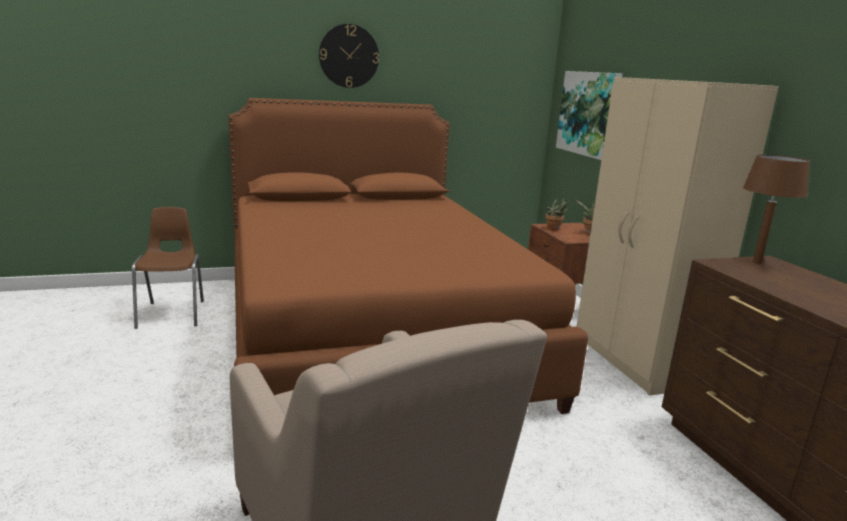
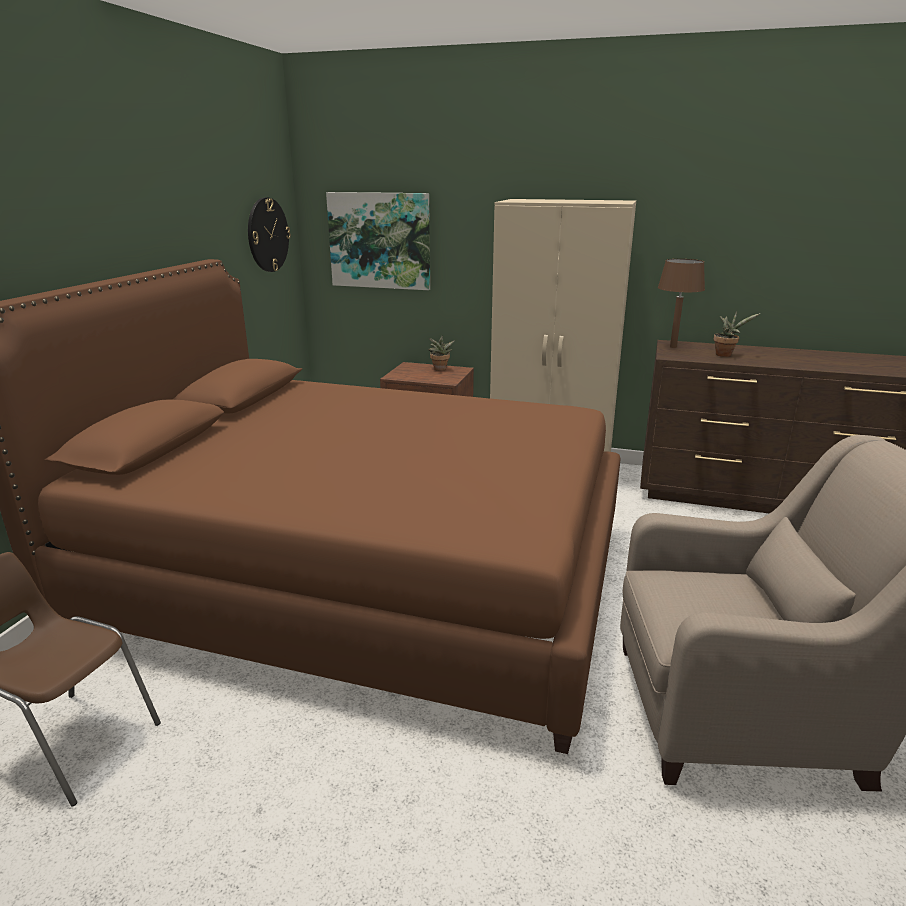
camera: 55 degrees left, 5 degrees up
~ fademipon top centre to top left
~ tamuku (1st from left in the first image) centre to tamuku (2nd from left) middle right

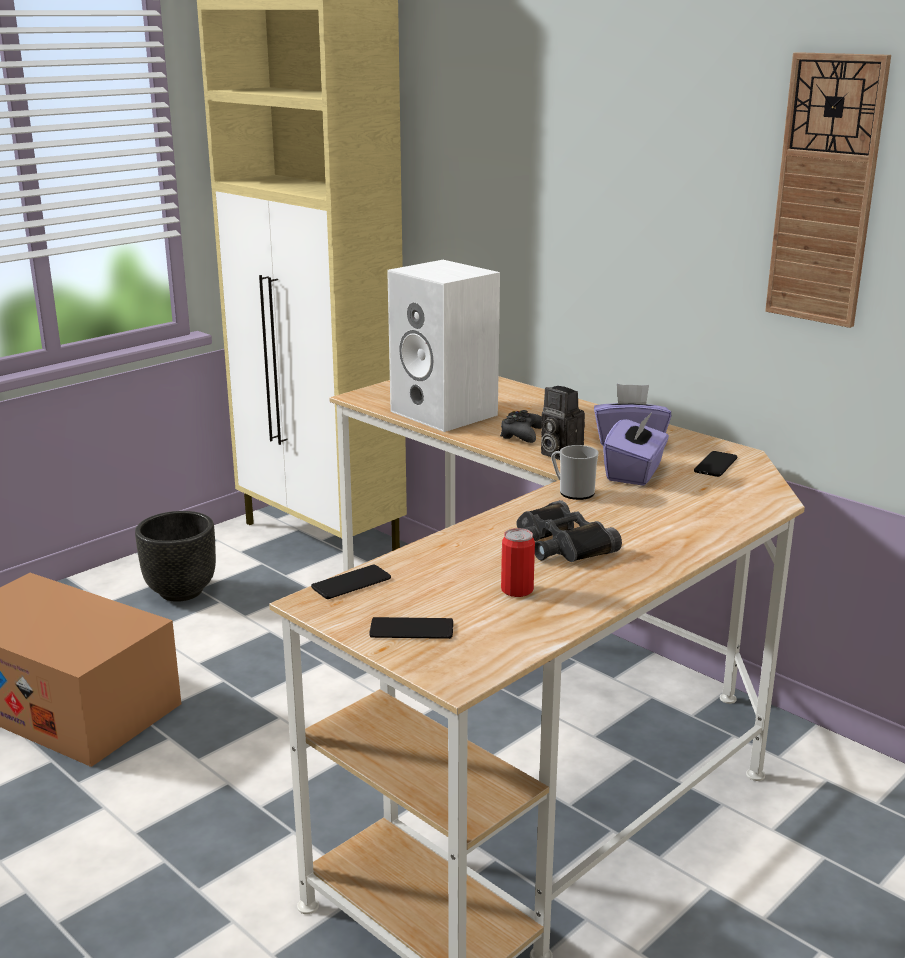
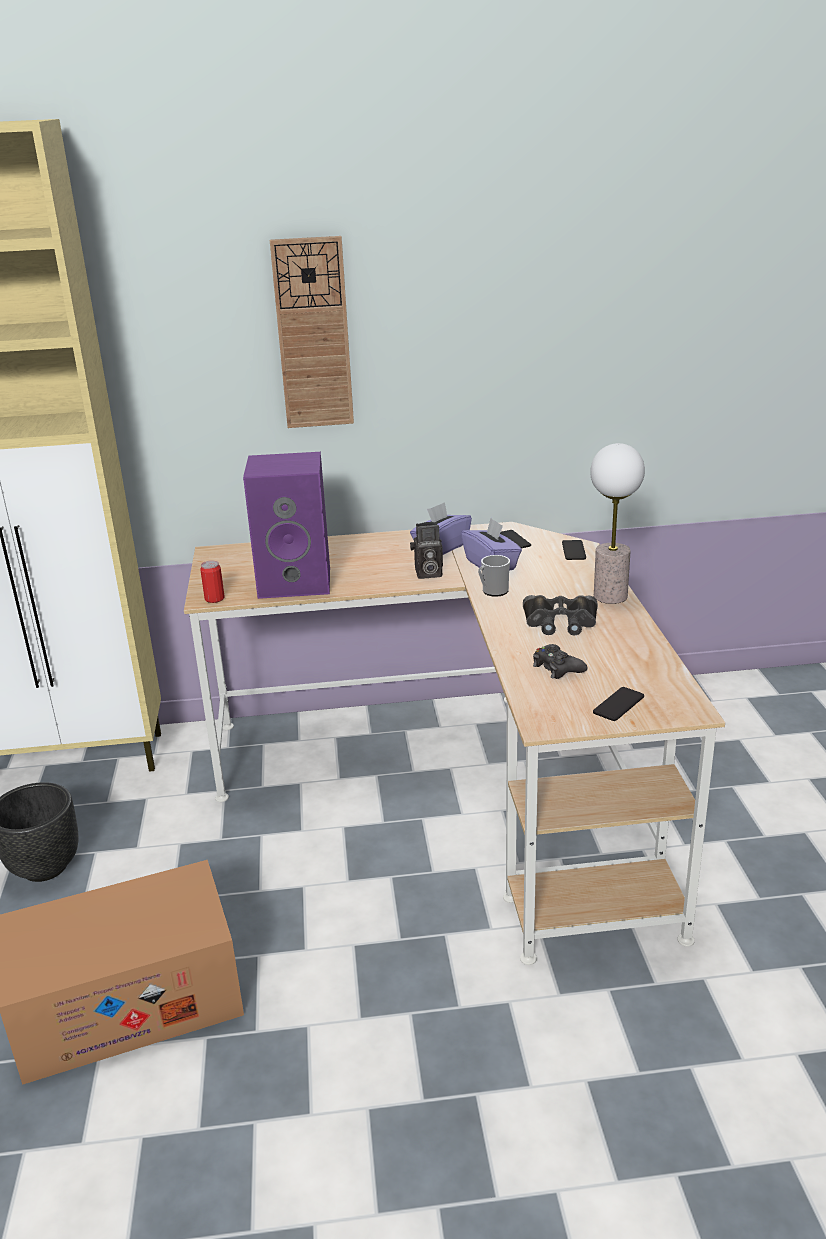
camera: 50 degrees left, 5 degrees up
~ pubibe (1st from left in the first image) centre to pubibe (2nd from left) middle right
~ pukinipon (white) centre to pukinipon (purple) centre
~ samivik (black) centre to middle right
~ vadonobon centre to middle left
~ fademipon top right to top centre
+ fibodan middle right

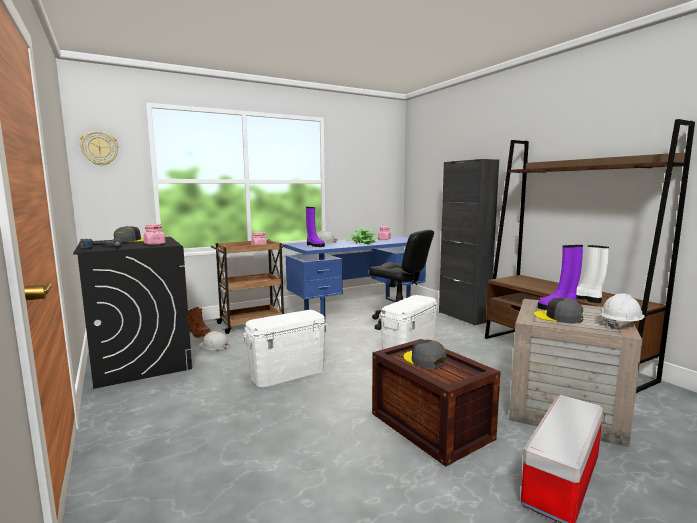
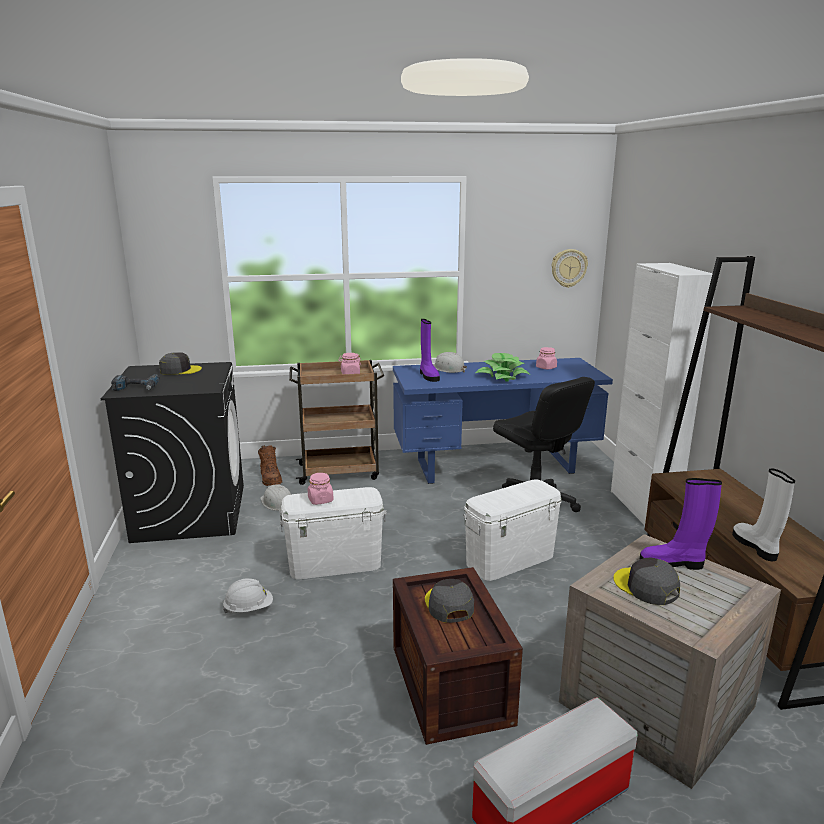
camera: 20 degrees right, 10 degrees up
~ fademipon top left to top right
~ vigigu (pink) (1st from left) middle left to centre
~ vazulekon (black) middle right to vazulekon (white) middle right
~ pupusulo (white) (3rd from left in the first image) middle right to pupusulo (white) (1st from left) bottom left

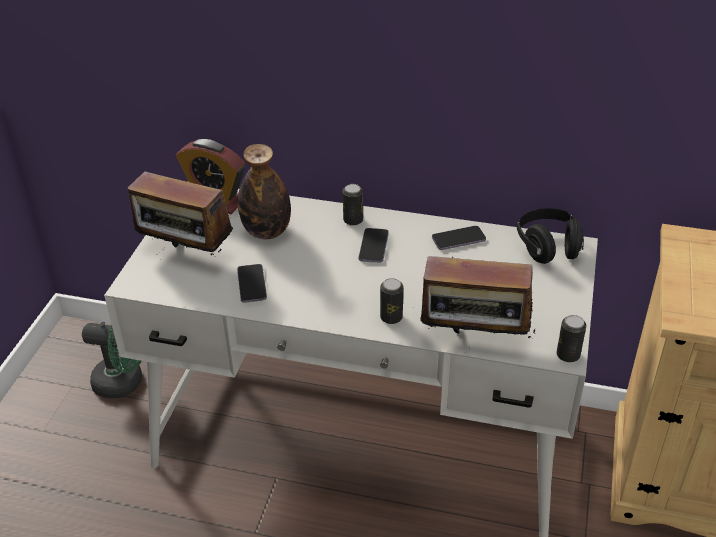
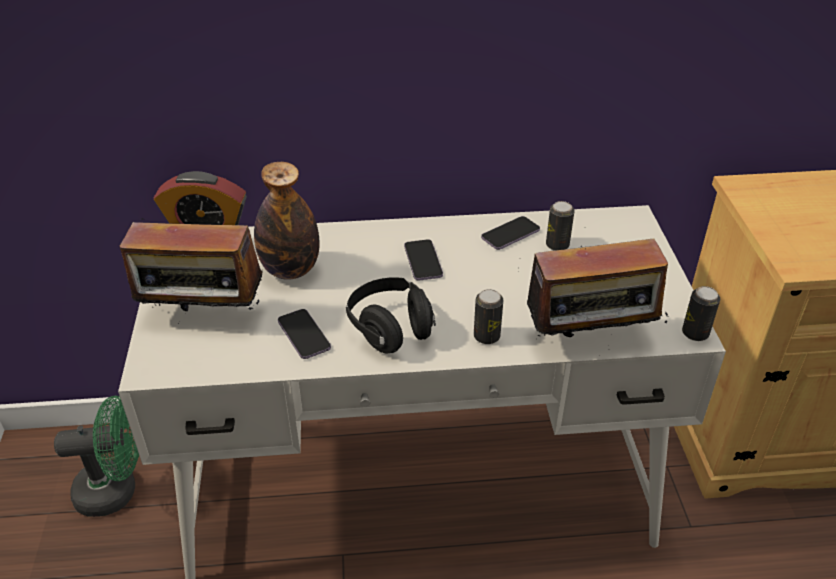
camera: 20 degrees left, 0 degrees up
~ vadonobon (1st from left in the first image) centre to vadonobon (2nd from left) middle right
~ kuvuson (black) middle right to centre

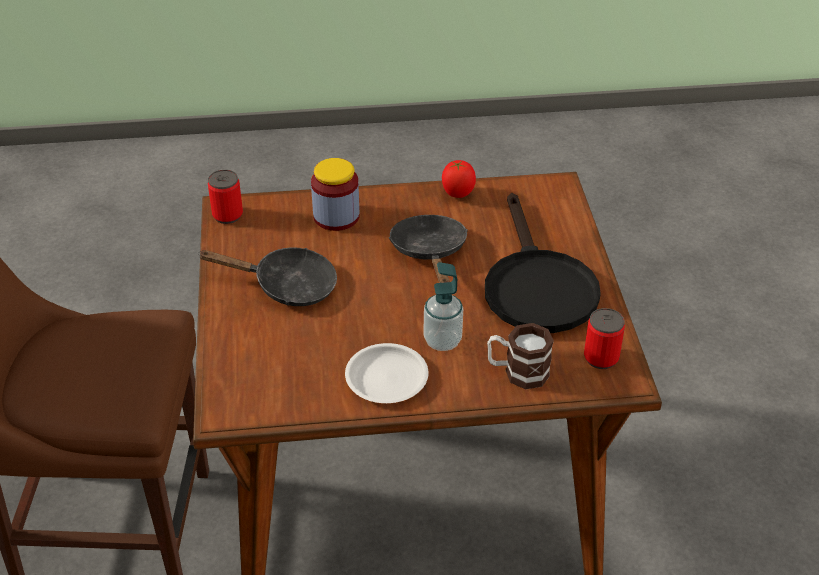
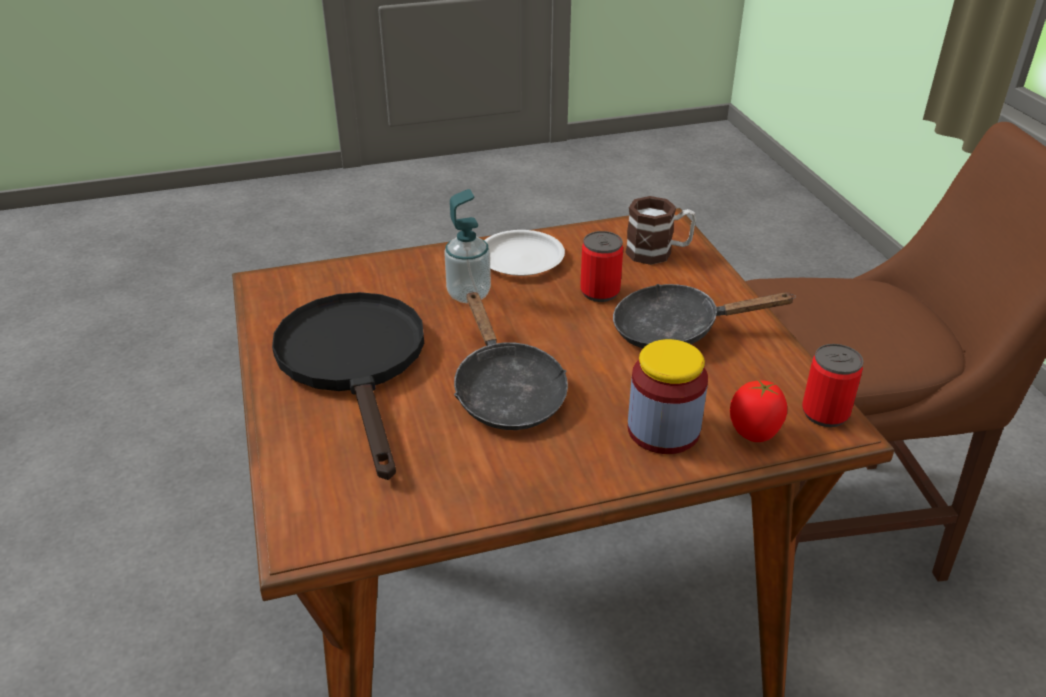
camera: 170 degrees right, 5 degrees down
~ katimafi top centre to middle right
~ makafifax centre to top centre
~ vadonobon (2nd from left in the first image) middle right to vadonobon (1st from left) centre

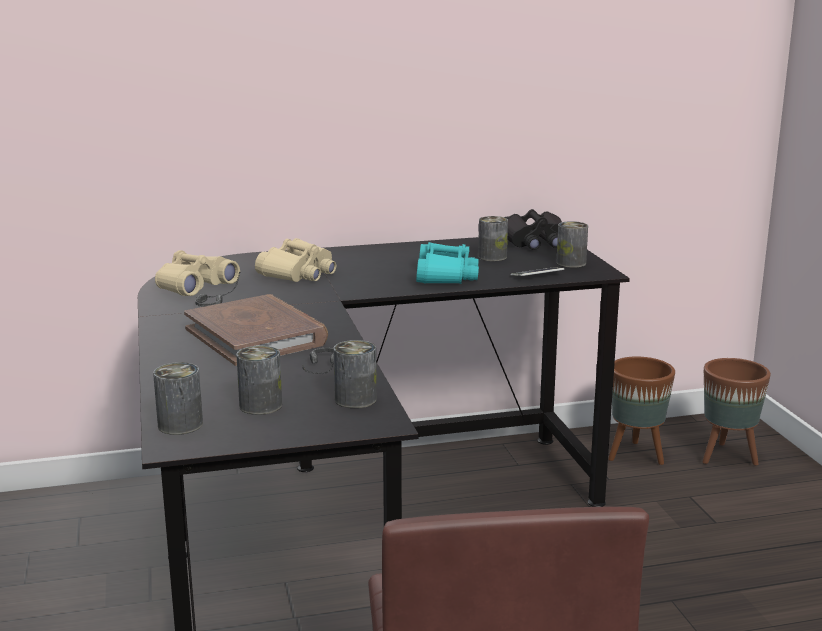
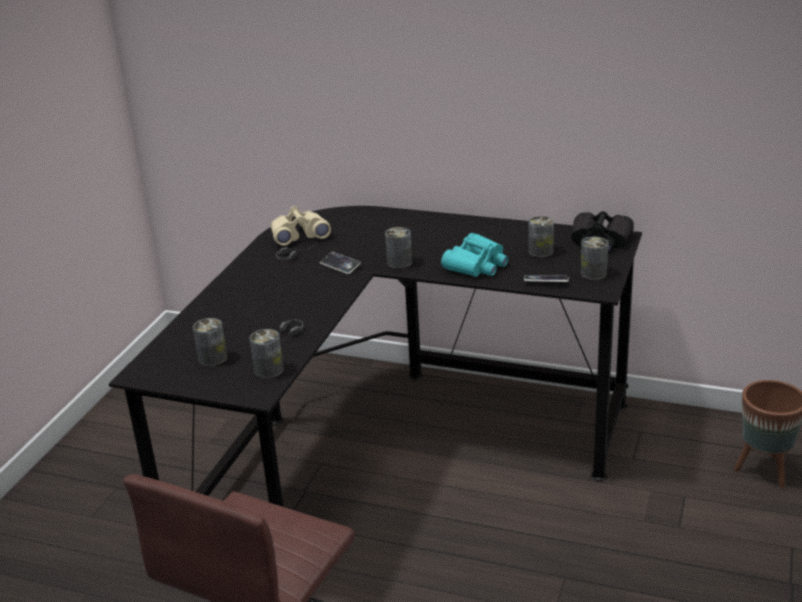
camera: 35 degrees right, 10 degrees up
~ vadonobon (1st from left in the first image) middle left to vadonobon (3rd from left) centre
- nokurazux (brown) middle left
- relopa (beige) (2nd from left) centre
- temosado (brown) (1st from left) middle right
+ pubibe (1st from left) centre

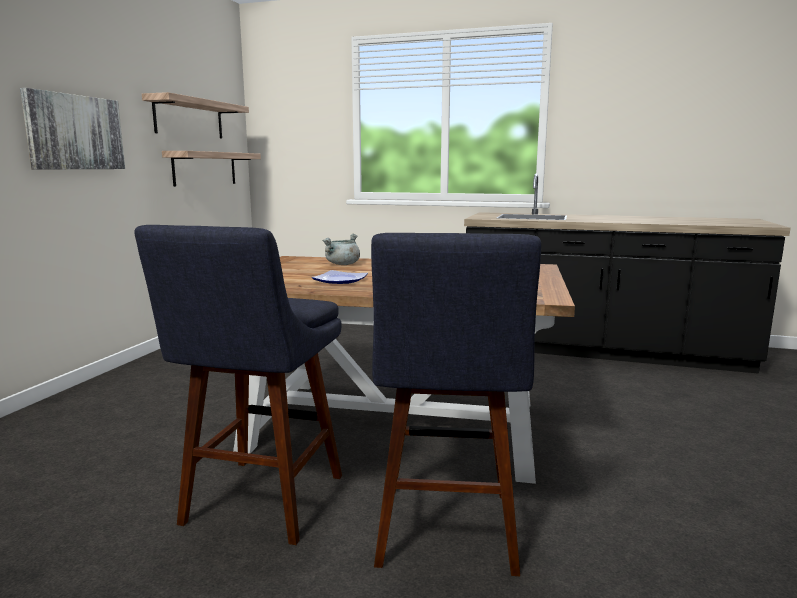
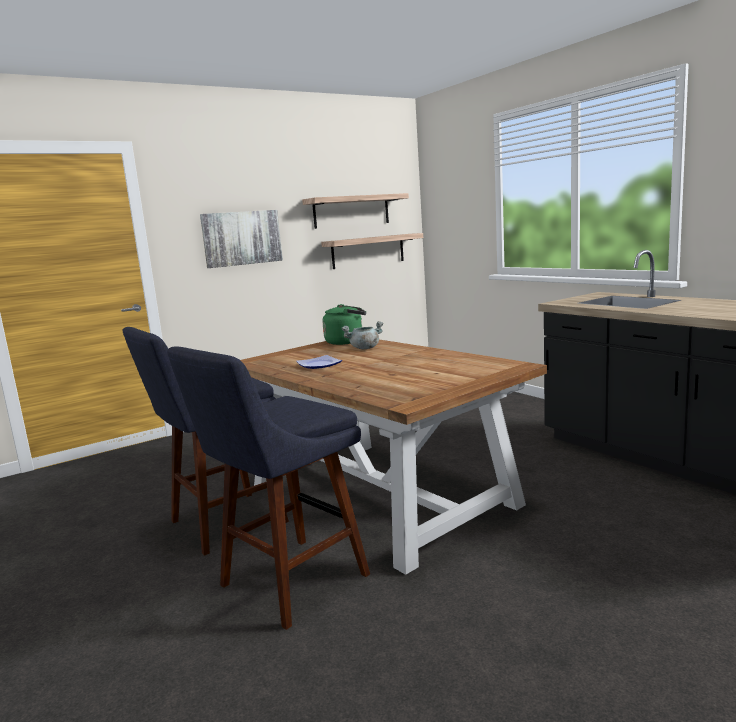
camera: 40 degrees right, 0 degrees up
+ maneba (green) centre

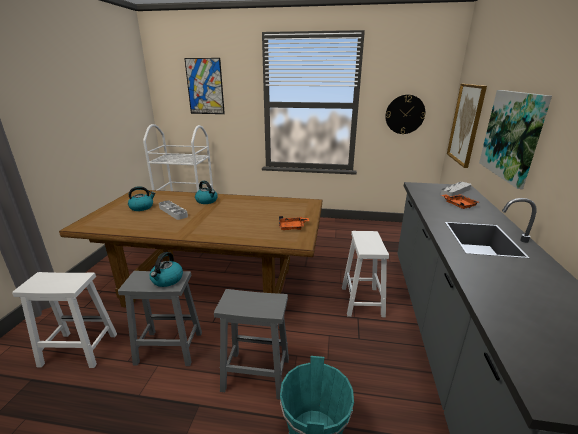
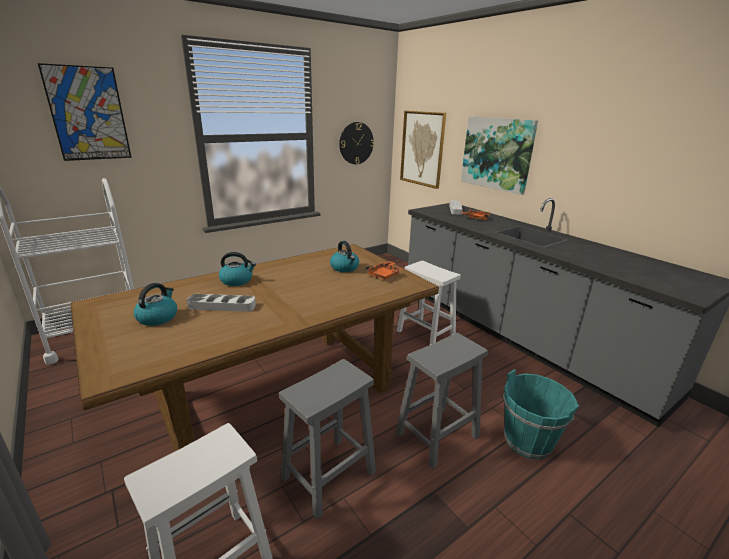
camera: 45 degrees left, 0 degrees up
~ maneba (2nd from left in the first image) middle left to maneba (3rd from left) centre

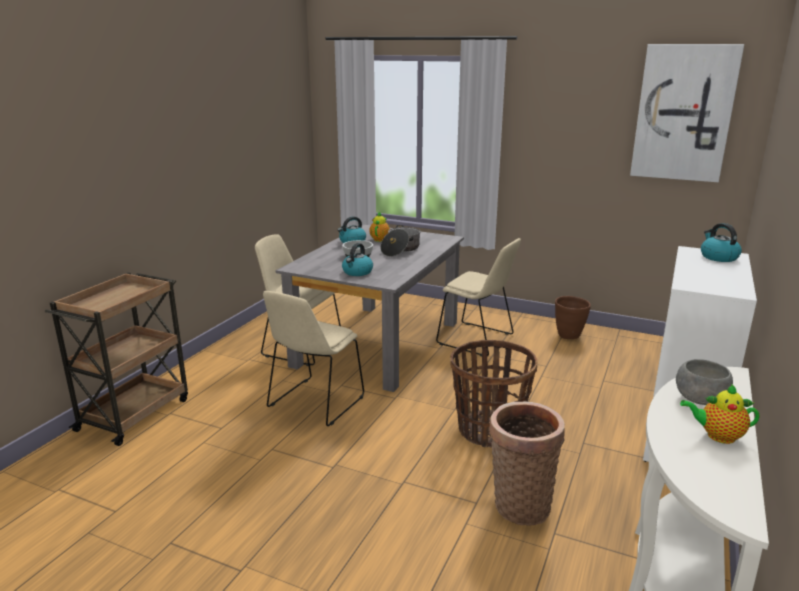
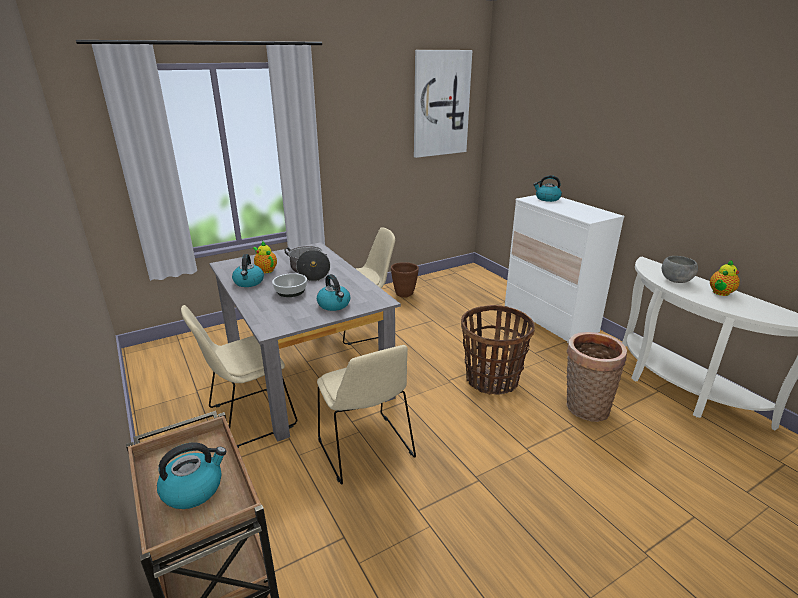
camera: 55 degrees left, 5 degrees up
+ maneba (1st from left) bottom left

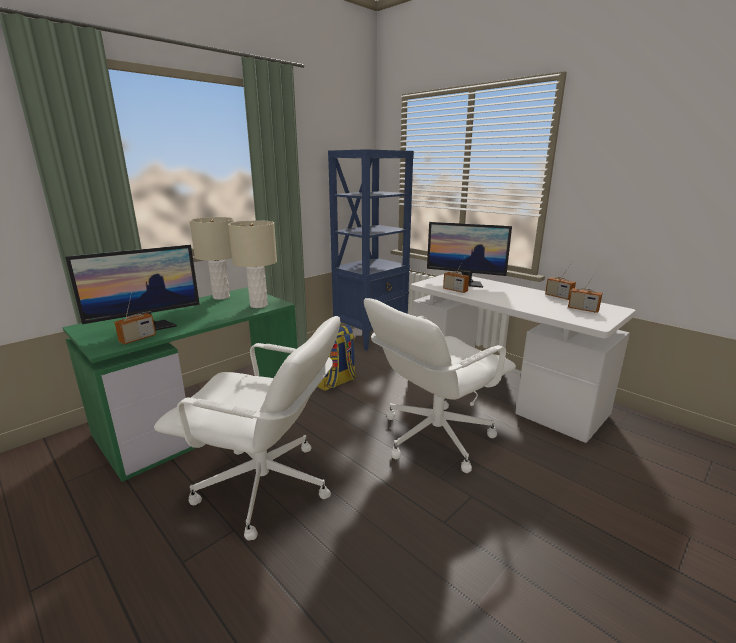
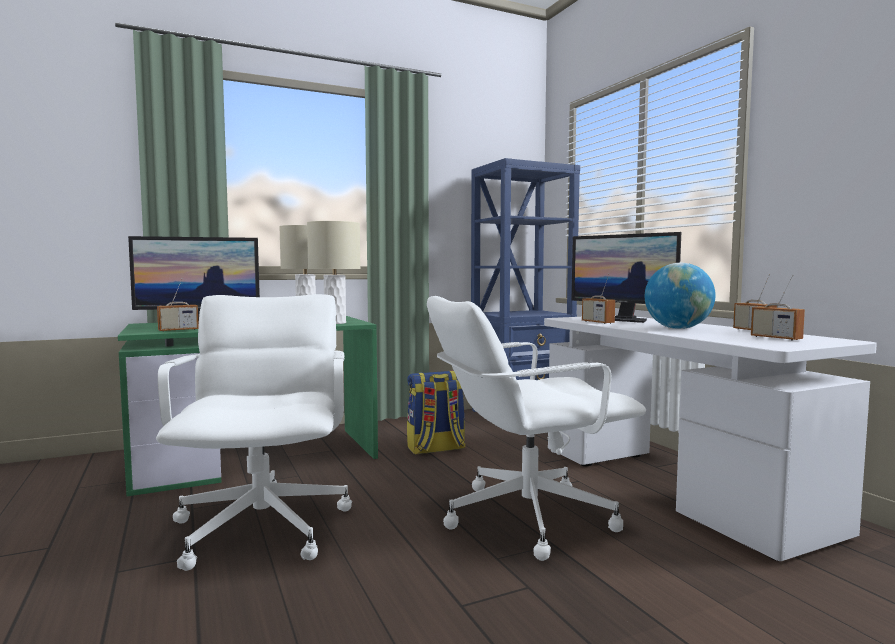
camera: 20 degrees right, 15 degrees down
~ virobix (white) (1st from left) centre = bottom left 135 degrees counterclockwise
+ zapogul middle right

